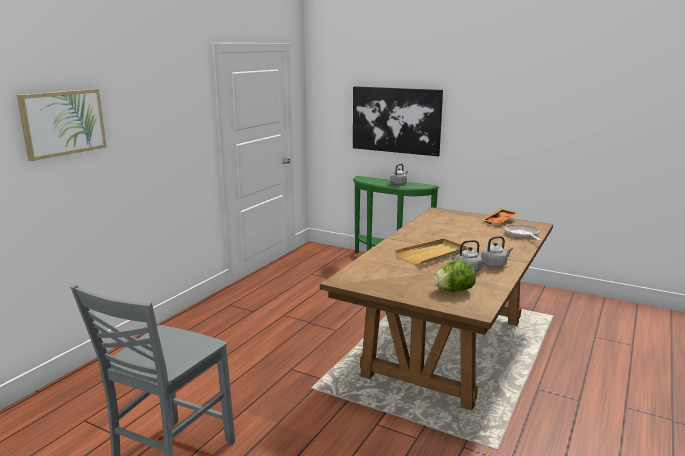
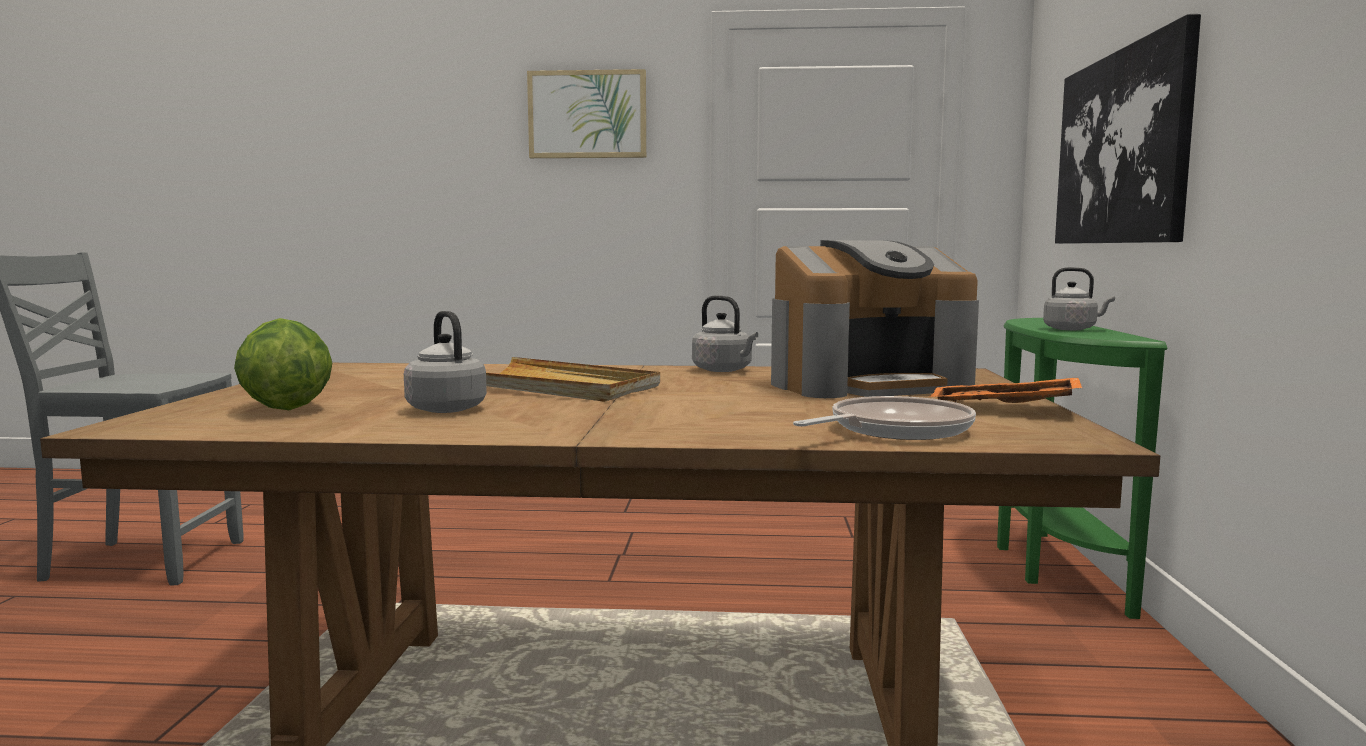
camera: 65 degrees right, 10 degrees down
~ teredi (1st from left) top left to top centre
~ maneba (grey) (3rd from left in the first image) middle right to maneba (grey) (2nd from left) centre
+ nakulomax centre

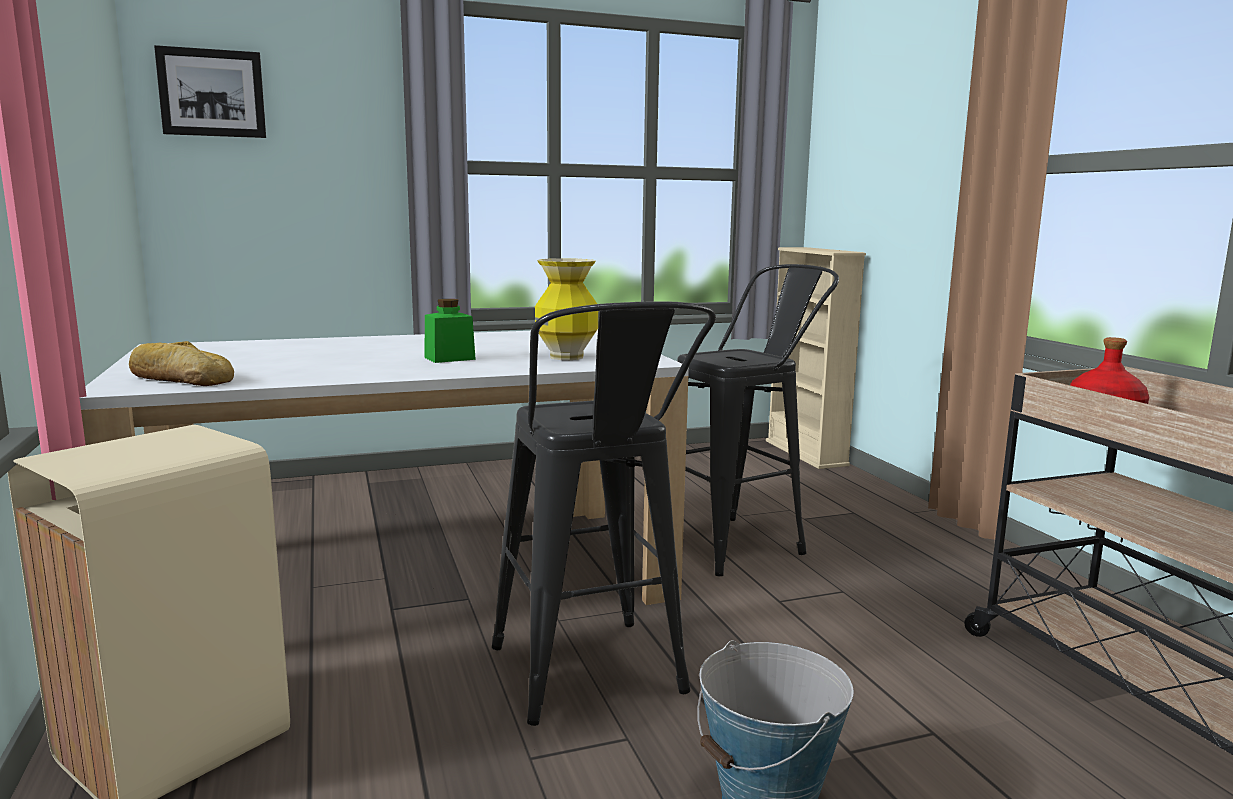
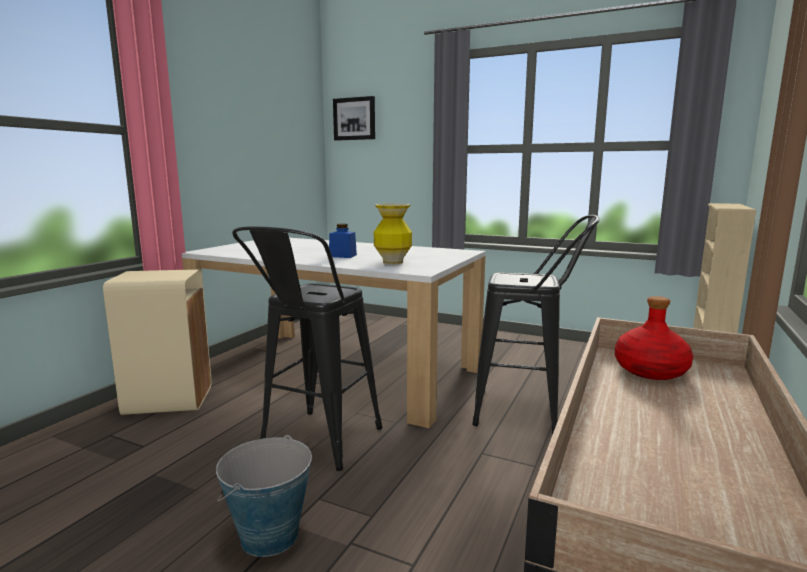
camera: 45 degrees right, 0 degrees up
- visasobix middle left
~ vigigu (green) centre to vigigu (blue) centre

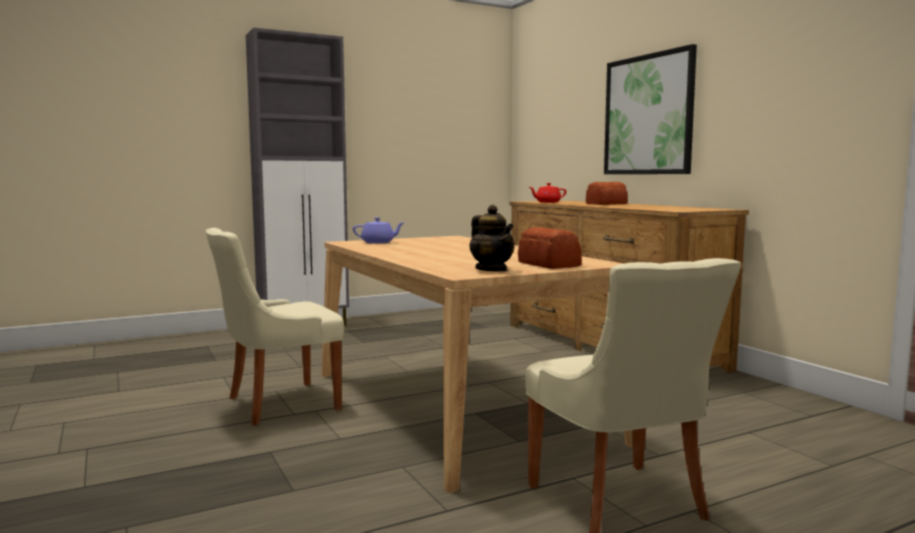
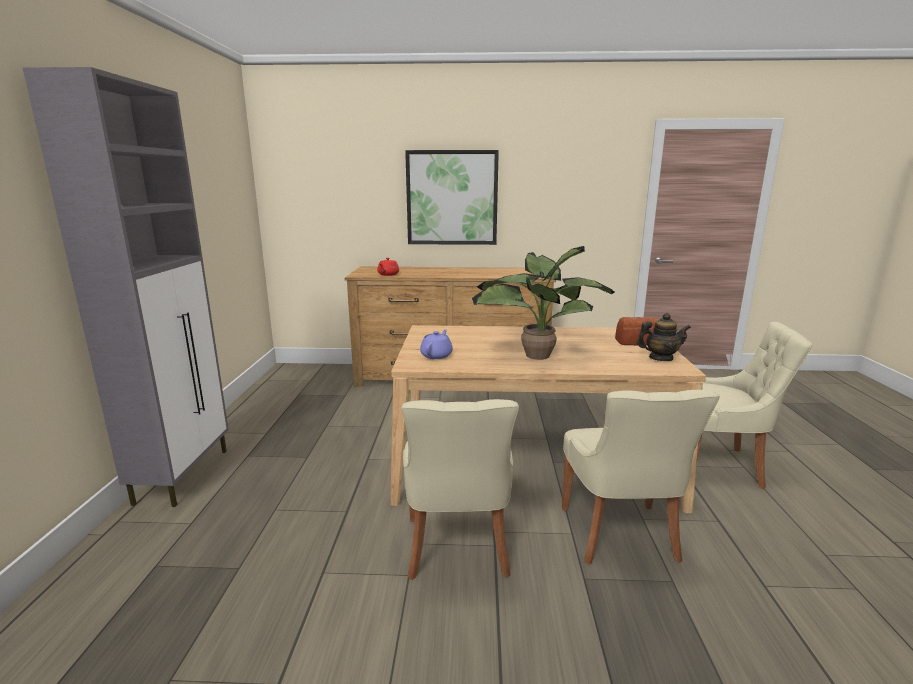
camera: 60 degrees left, 10 degrees up
- visasobix (2nd from left) centre
+ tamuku centre
+ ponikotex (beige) (2nd from left) bottom right

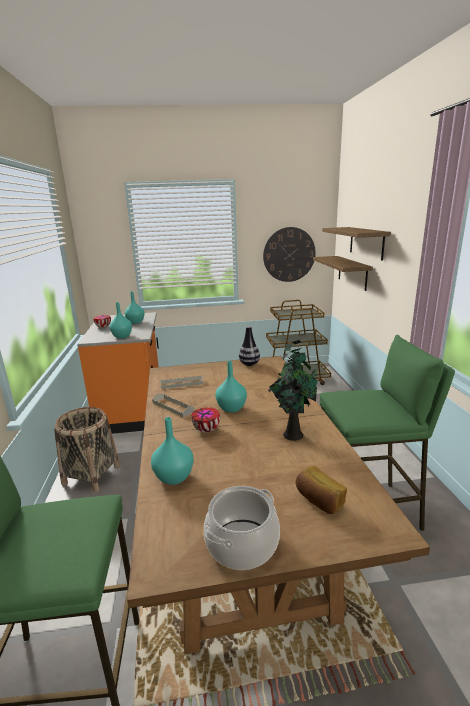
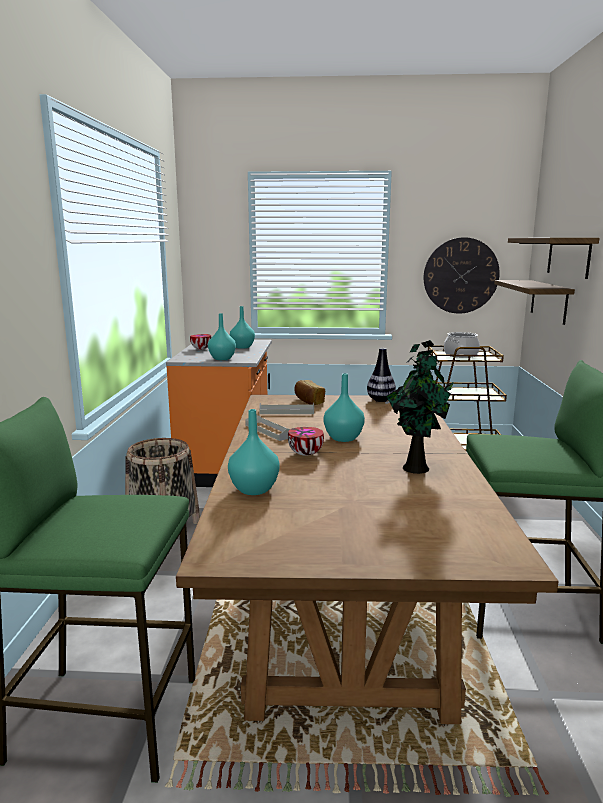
camera: 10 degrees right, 5 degrees down
~ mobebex bottom centre to middle right
~ visasobix bottom right to centre

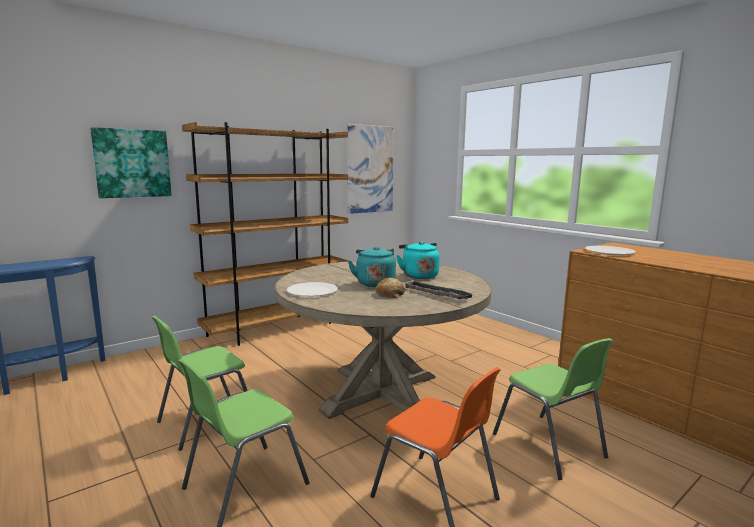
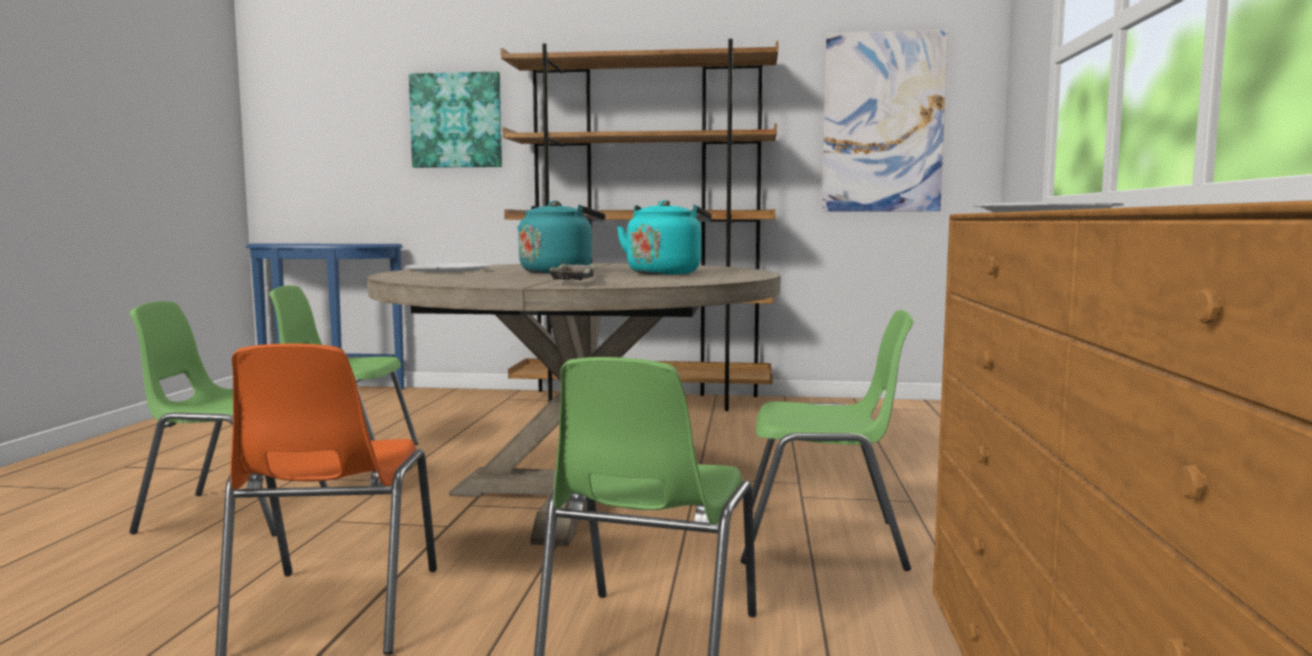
camera: 45 degrees right, 5 degrees down
- visasobix centre
+ ponikotex (green) (4th from left) bottom centre

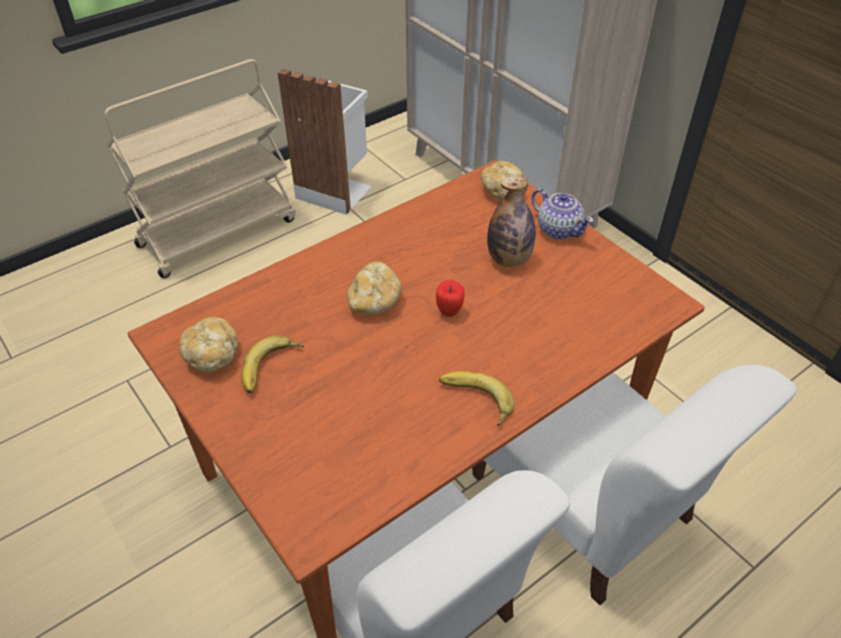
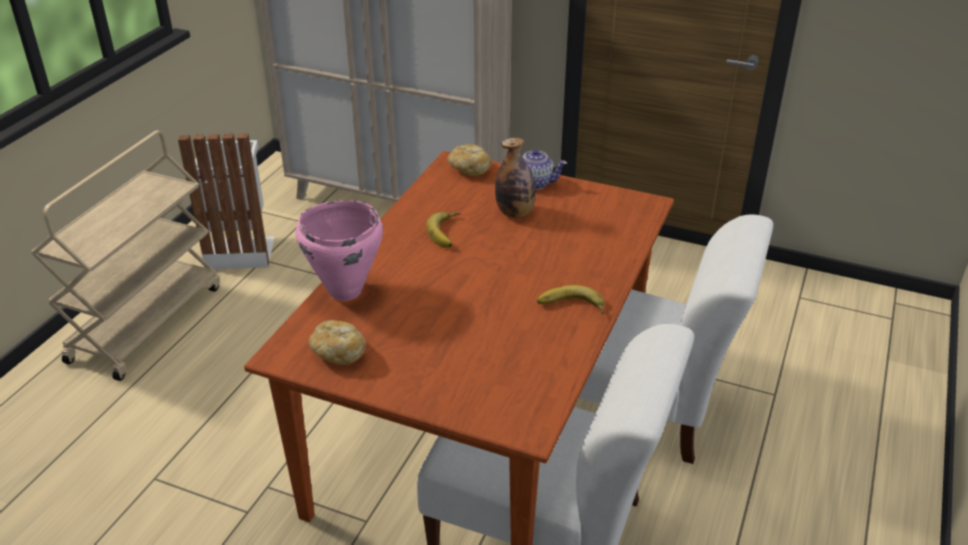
camera: 30 degrees left, 10 degrees down
~ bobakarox (1st from left) middle left to centre
- visasobix (2nd from left) centre
- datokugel centre
+ mobebex (pink) centre

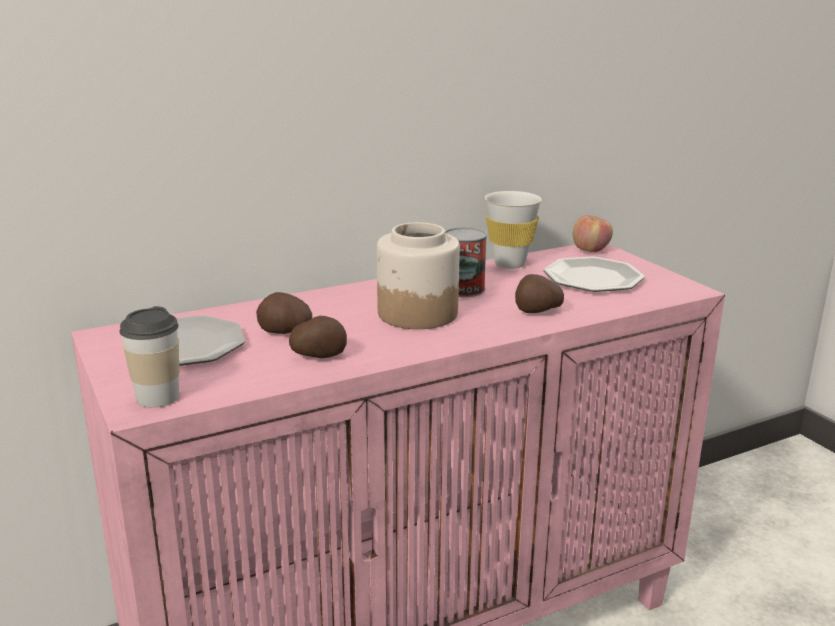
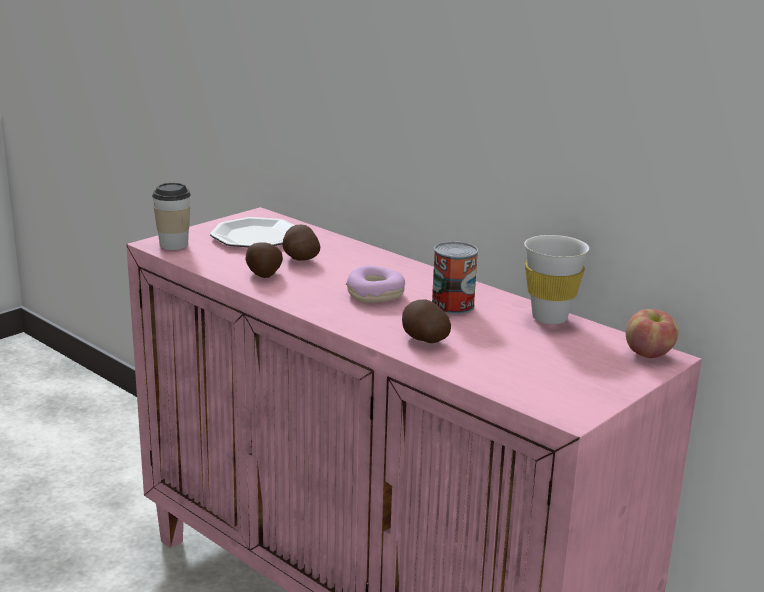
camera: 70 degrees right, 0 degrees up
~ vigigu centre to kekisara centre
- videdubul (2nd from left) middle right

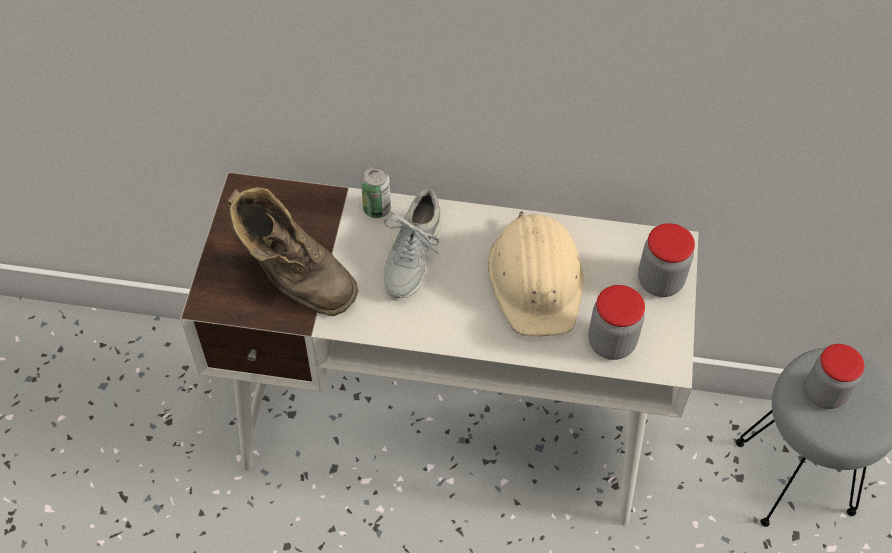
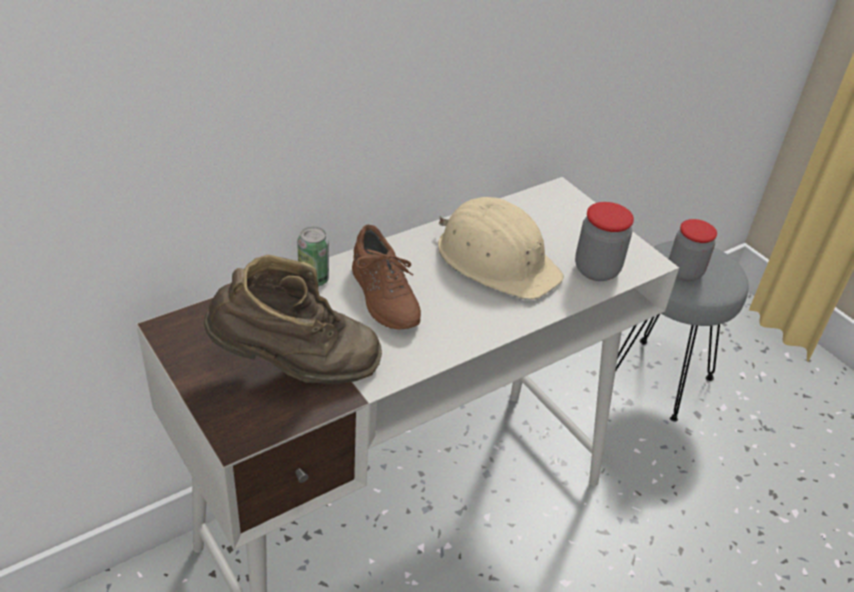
camera: 45 degrees left, 15 degrees down
~ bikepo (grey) centre to bikepo (brown) centre
- vigigu (2nd from left) middle right

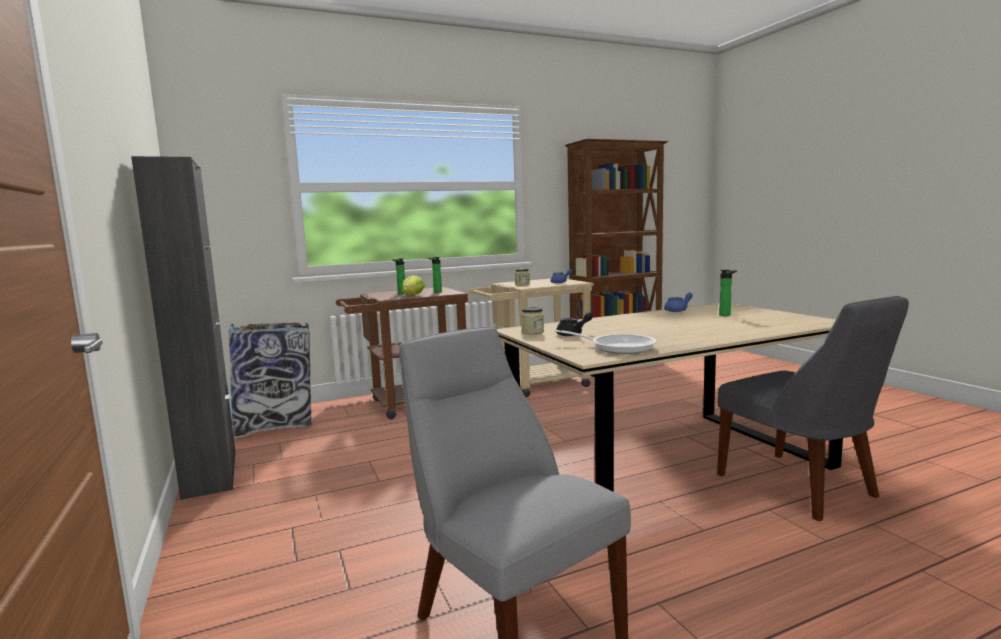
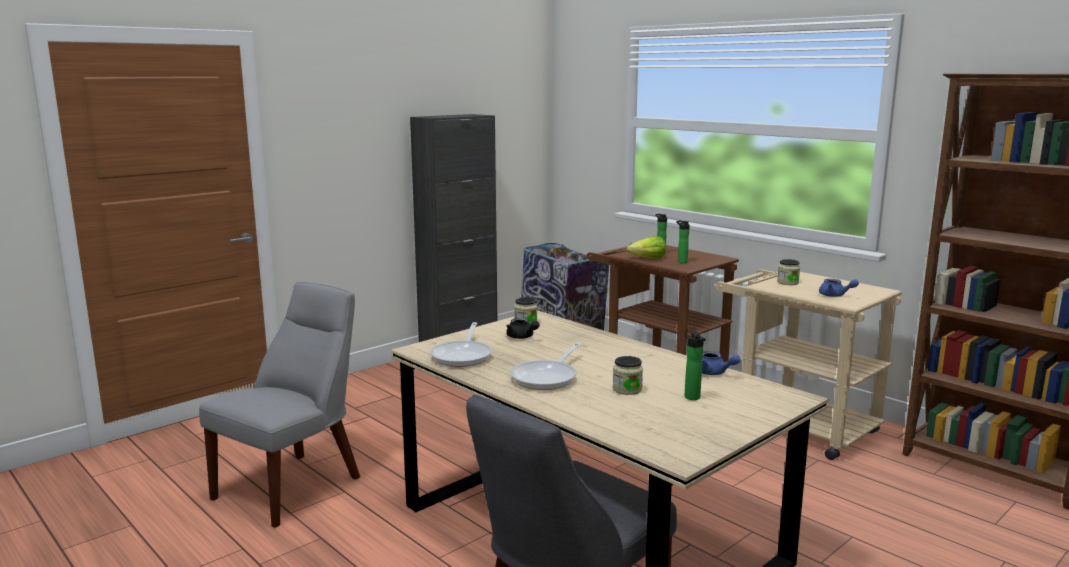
camera: 70 degrees right, 5 degrees up
+ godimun (2nd from left) centre
+ vigigu (2nd from left) centre

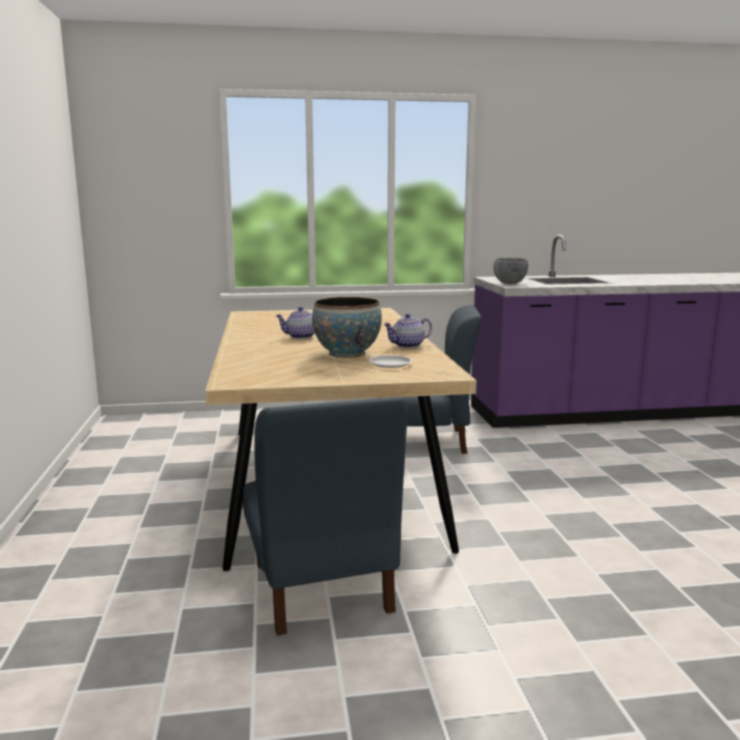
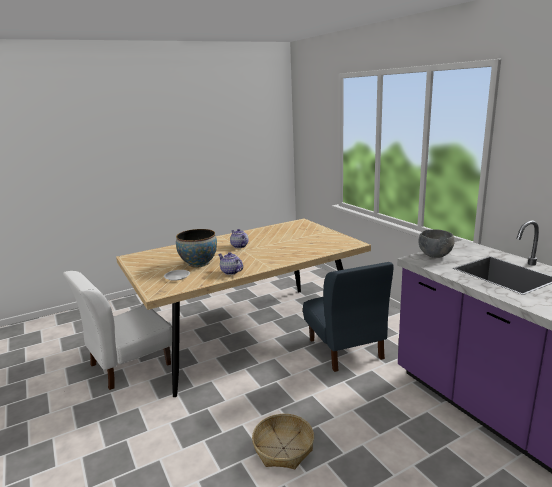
camera: 70 degrees right, 5 degrees up
~ ponikotex (blue) (1st from left) bottom centre to ponikotex (white) bottom left
+ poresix bottom centre

